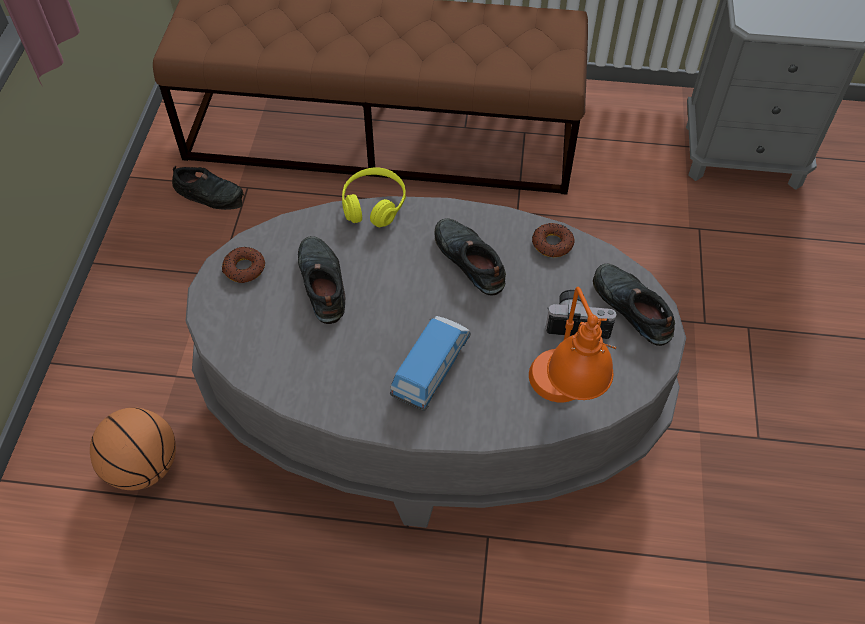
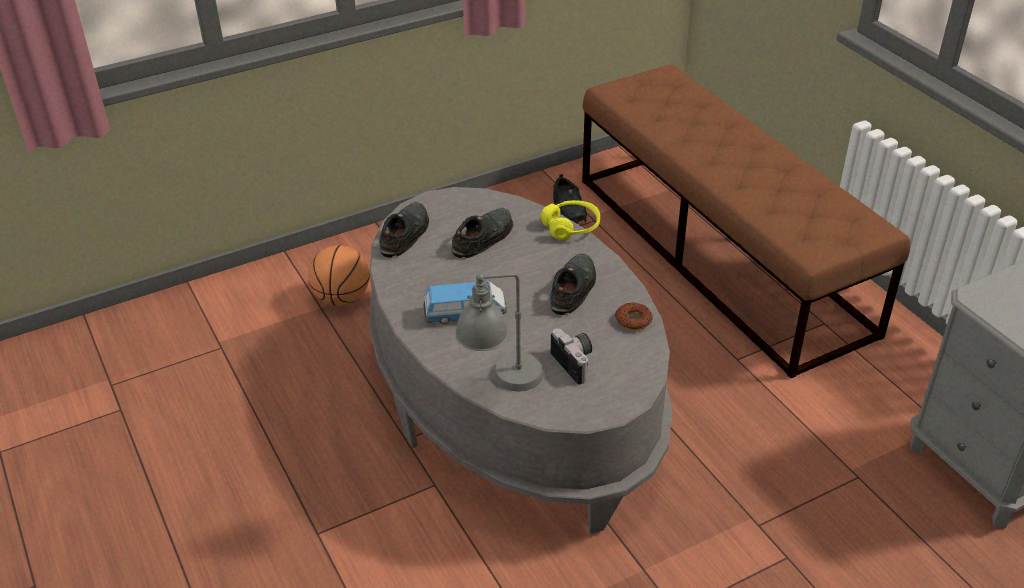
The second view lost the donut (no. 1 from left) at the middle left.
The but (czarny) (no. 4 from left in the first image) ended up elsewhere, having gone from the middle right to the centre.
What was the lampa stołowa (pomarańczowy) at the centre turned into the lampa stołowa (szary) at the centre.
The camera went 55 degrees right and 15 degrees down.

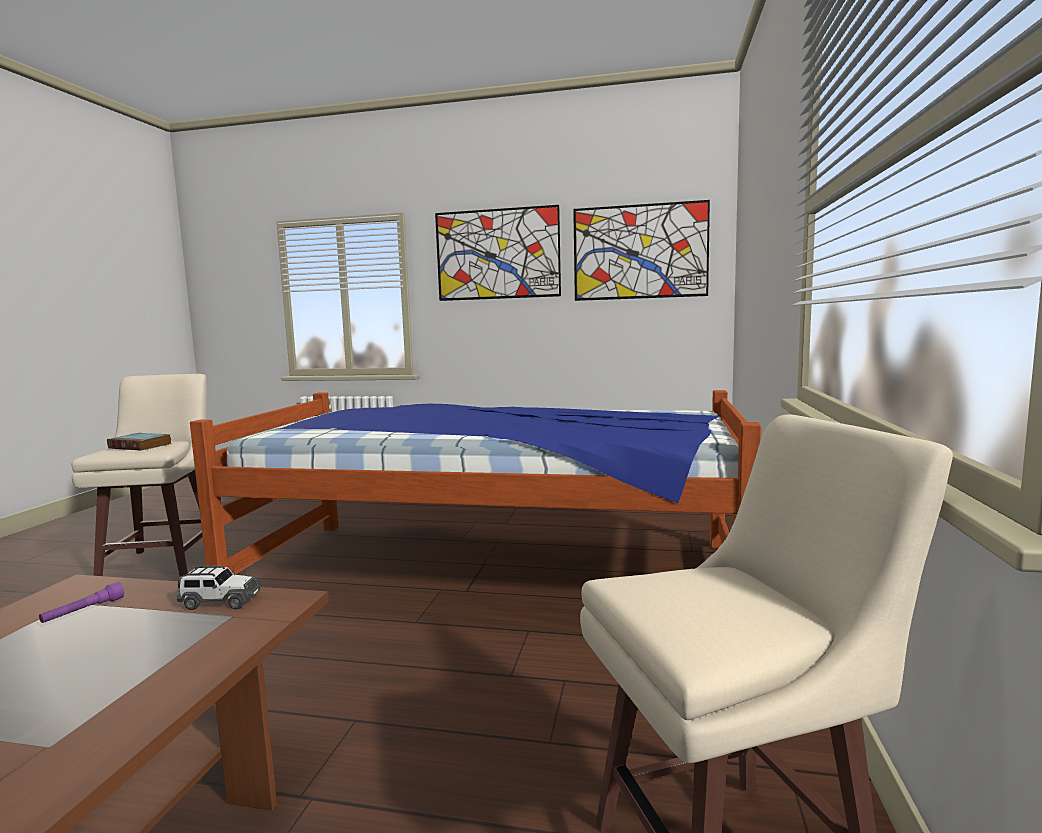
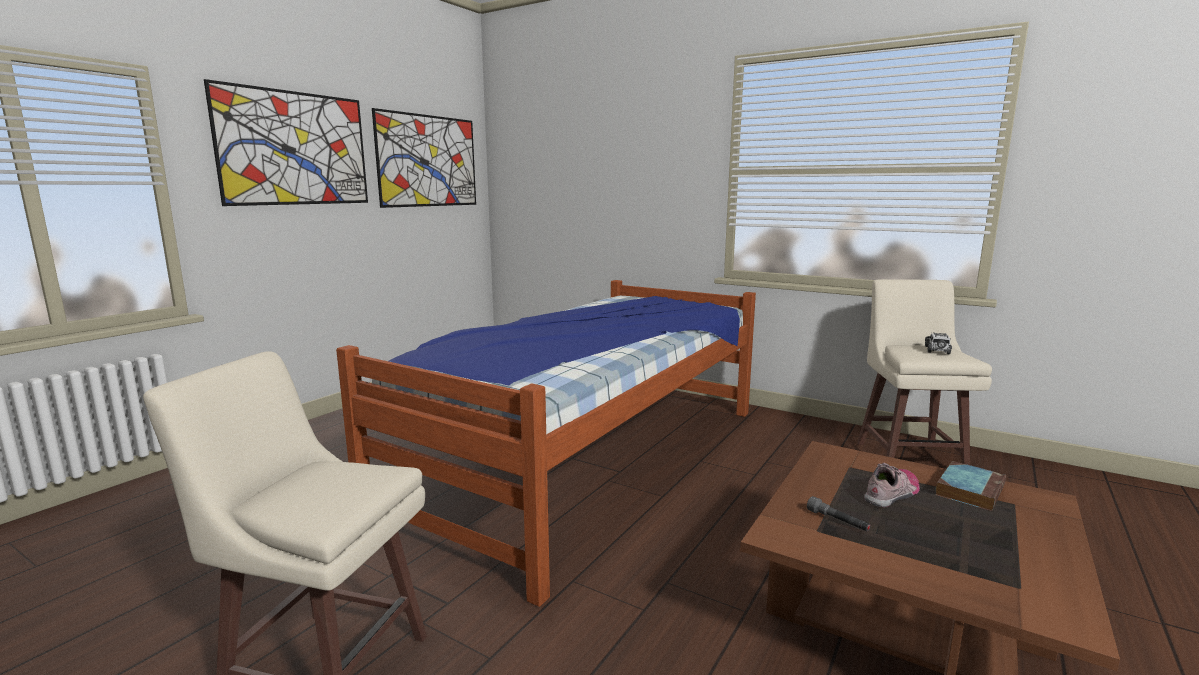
The second view gained the but at the bottom right.
The książka ended up elsewhere, having gone from the middle left to the bottom right.
The samochodzik ended up elsewhere, having gone from the bottom left to the middle right.
What was the latarka (fioletowy) at the bottom left turned into the latarka (szary) at the bottom right.
The camera went 70 degrees left and 5 degrees up.

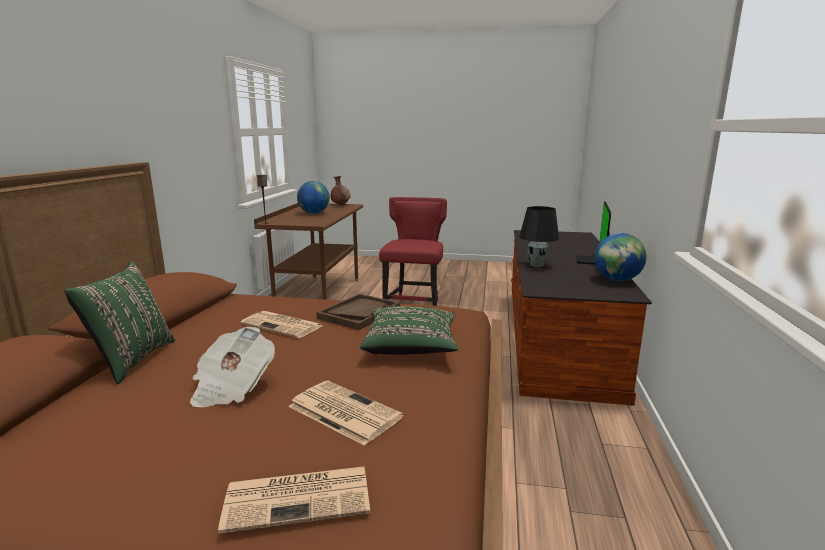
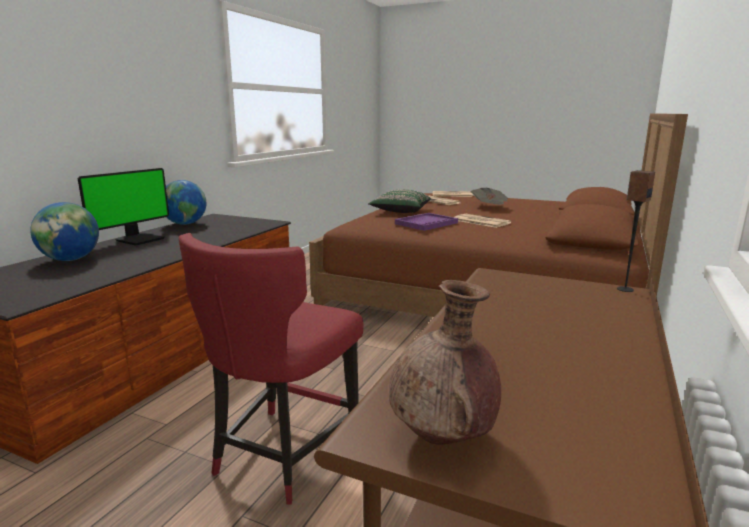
The second view lost the poduszka (zielony) (no. 1 from left) at the middle left.
The second view lost the lampa stołowa (czarny) at the centre.
The globus (no. 1 from left) ended up elsewhere, having gone from the centre to the middle left.
What was the taca (brązowy) at the centre turned into the taca (fioletowy) at the centre.
The camera went 165 degrees left and 0 degrees up.

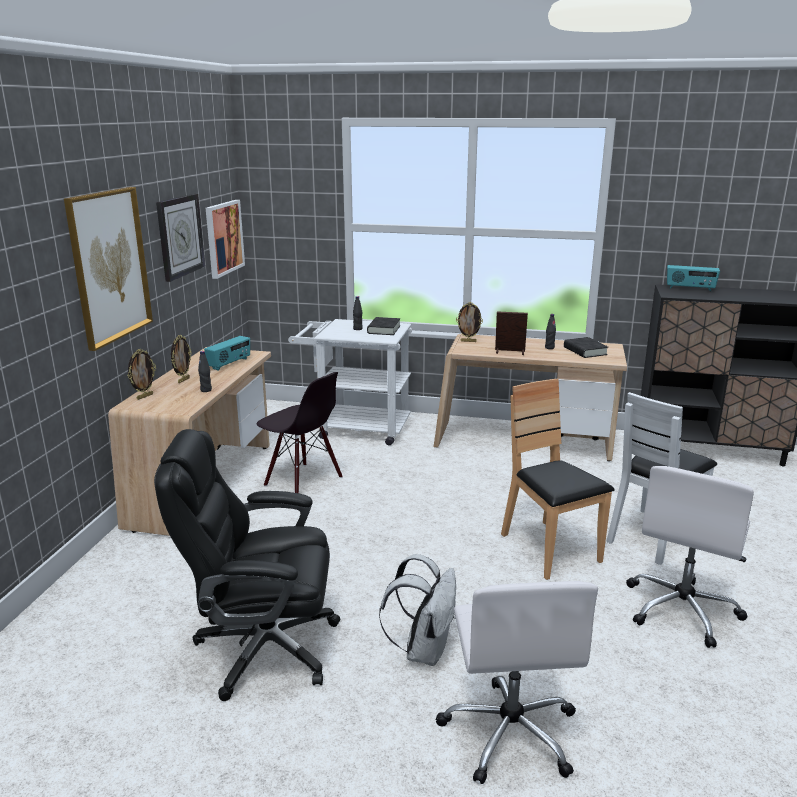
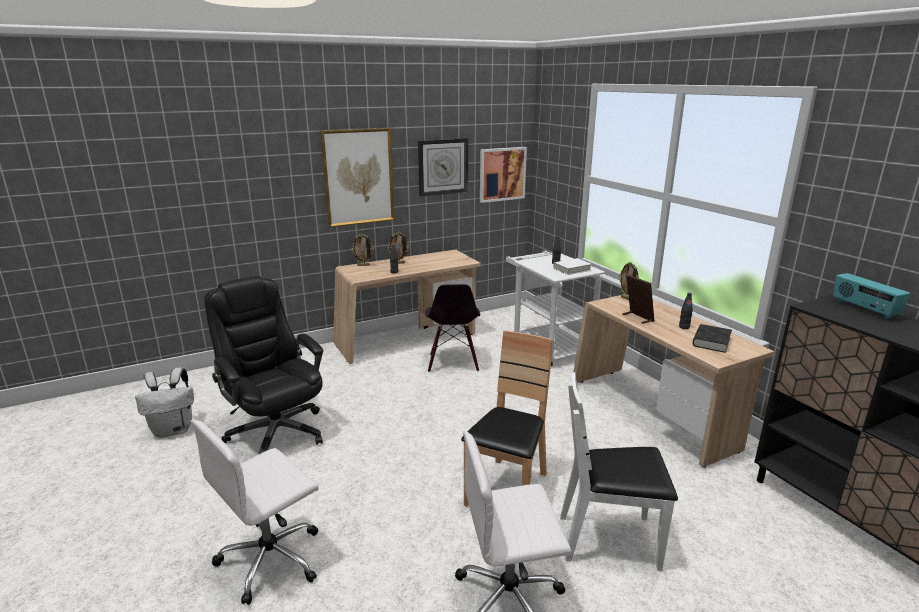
The second view lost the radio (no. 1 from left) at the middle left.
The plecak (biały) ended up elsewhere, having gone from the bottom centre to the middle left.
What was the książka (czarny) (no. 1 from left) at the centre turned into the książka (biały) at the centre.
The camera went 50 degrees right and 0 degrees up.

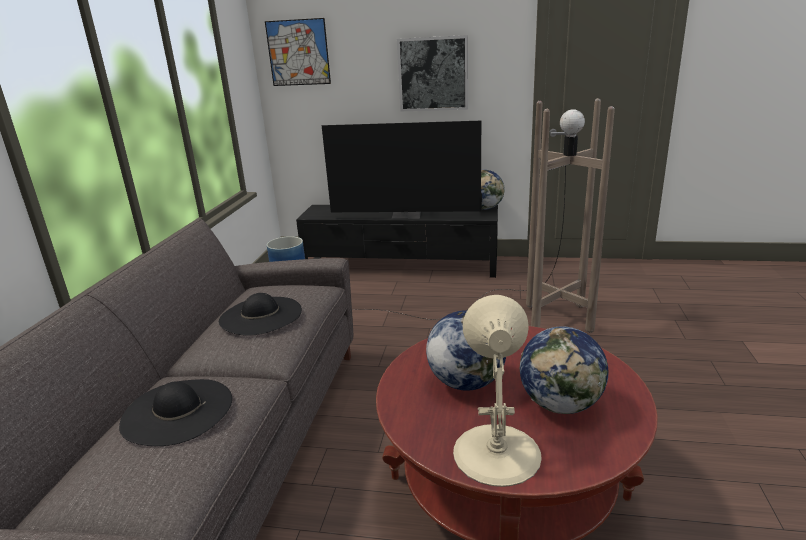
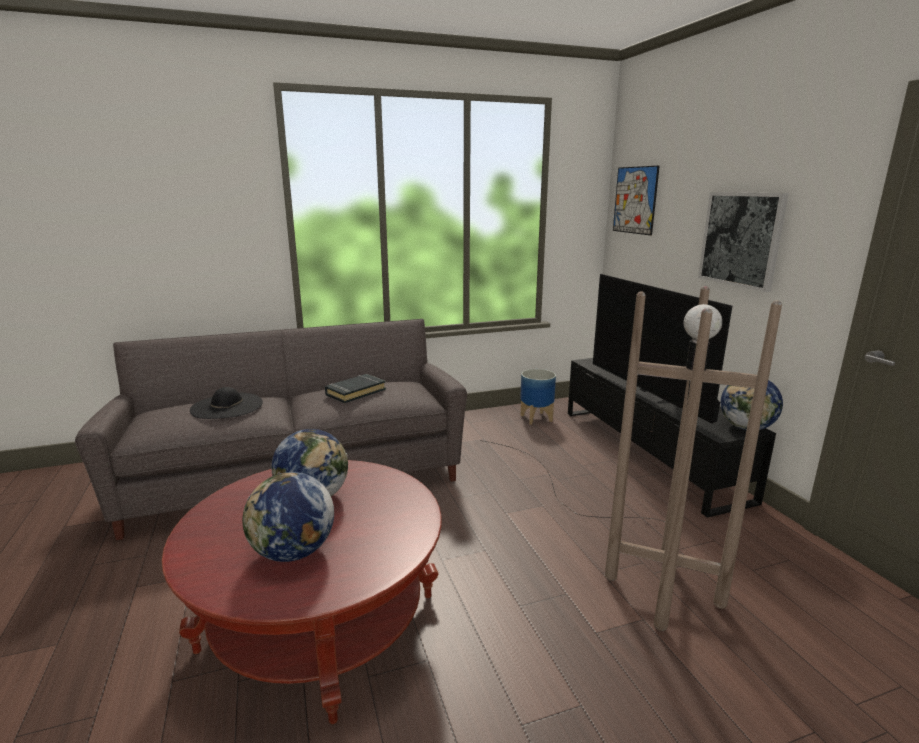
The second view lost the lampa stołowa (beżowy) at the bottom centre.
Where the kapelusz (czarny) (no. 2 from left) stood at the middle left, the książka (czarny) came to stand at the centre.
The camera went 60 degrees right and 5 degrees down.

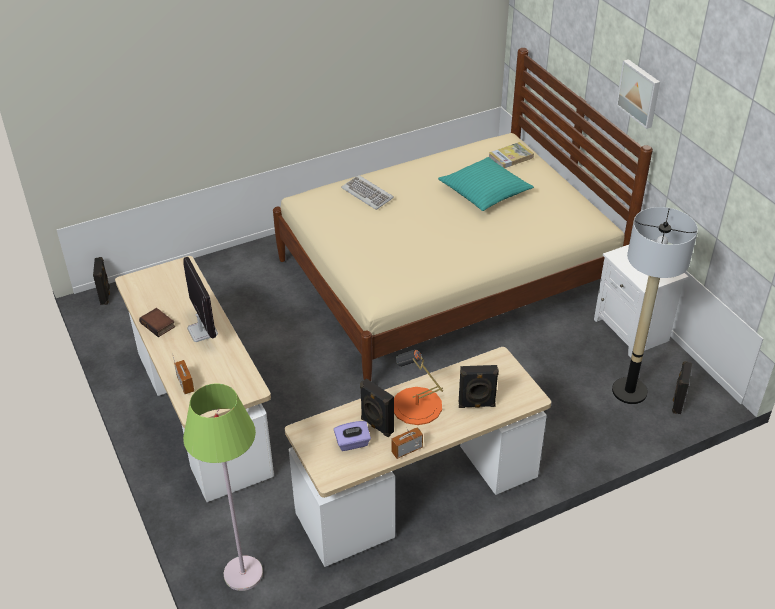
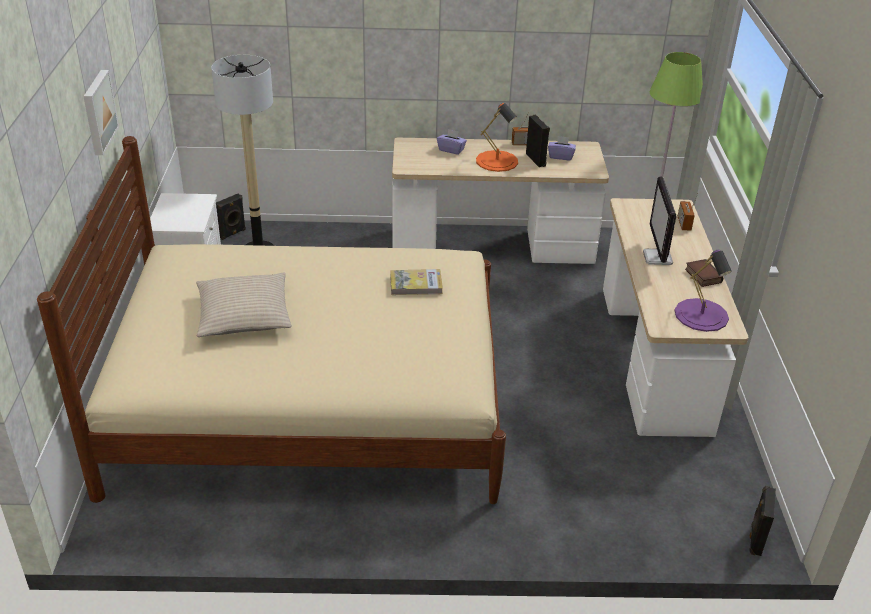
The second view lost the klawiatura at the top centre.
The second view gained the lampa stołowa (fioletowy) at the middle right.
The książka (no. 2 from left in the first image) ended up elsewhere, having gone from the top centre to the centre.
Where the głośnik (czarny) (no. 3 from left) stood at the centre, the pudełko chusteczek (fioletowy) (no. 1 from left) came to stand at the top centre.
What was the poduszka (turkusowy) at the top centre turned into the poduszka (beżowy) at the middle left.
The camera went 155 degrees left and 5 degrees down.

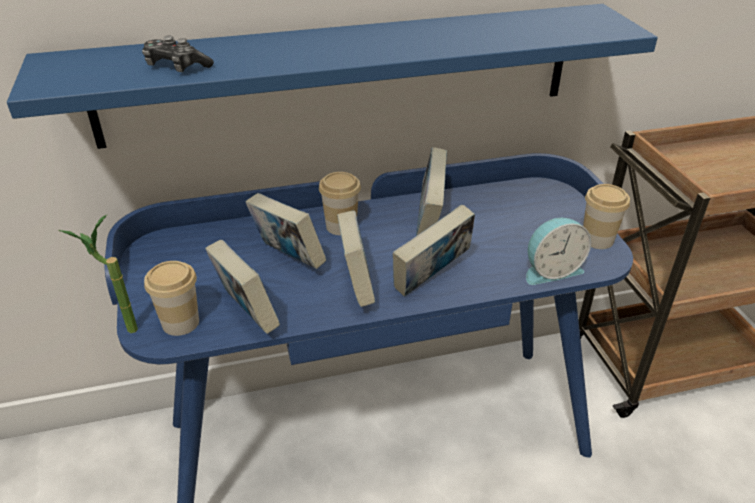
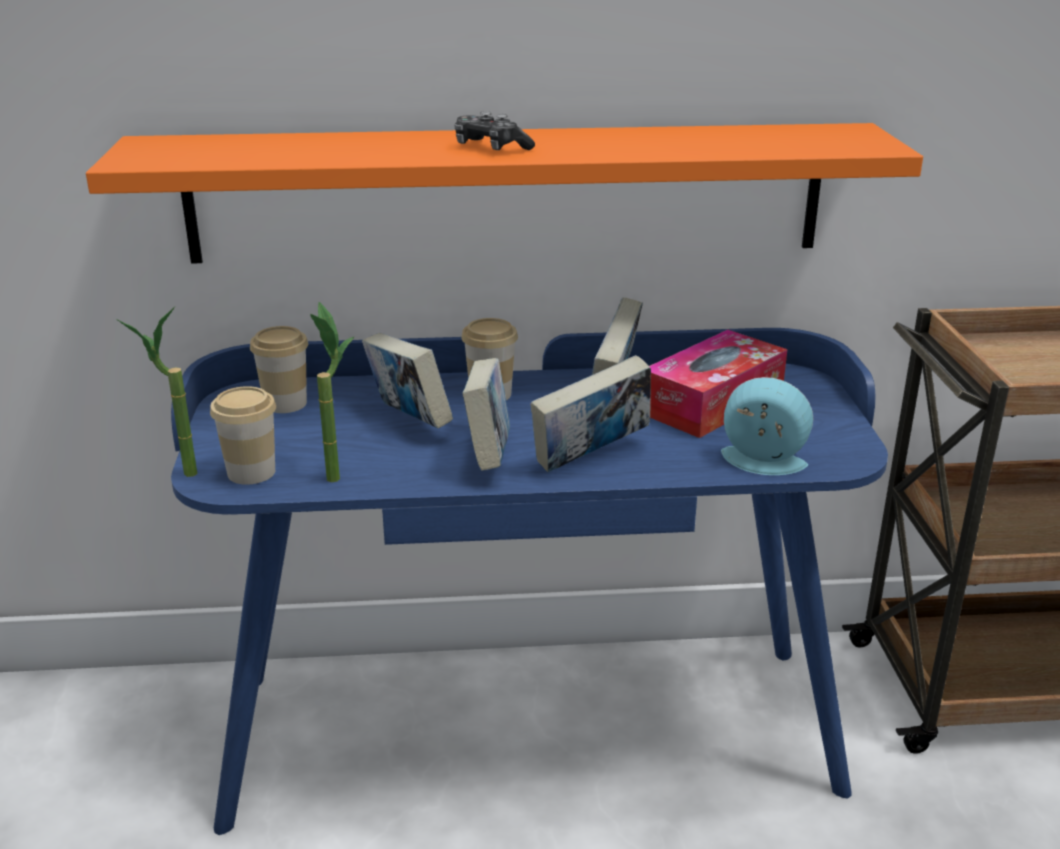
The second view gained the pudełko chusteczek at the middle right.
The pad do gier ended up elsewhere, having gone from the top left to the top centre.
The filiżanka (no. 3 from left in the first image) ended up elsewhere, having gone from the middle right to the middle left.
Where the książka (no. 1 from left) stood at the middle left, the roślina doniczkowa (no. 2 from left) came to stand at the middle left.
What was the półka (niebieski) at the top centre turned into the półka (pomarańczowy) at the top centre.
The budzik at the middle right ended up facing another way, 150 degrees counterclockwise from before.
The camera went 10 degrees right and 10 degrees down.

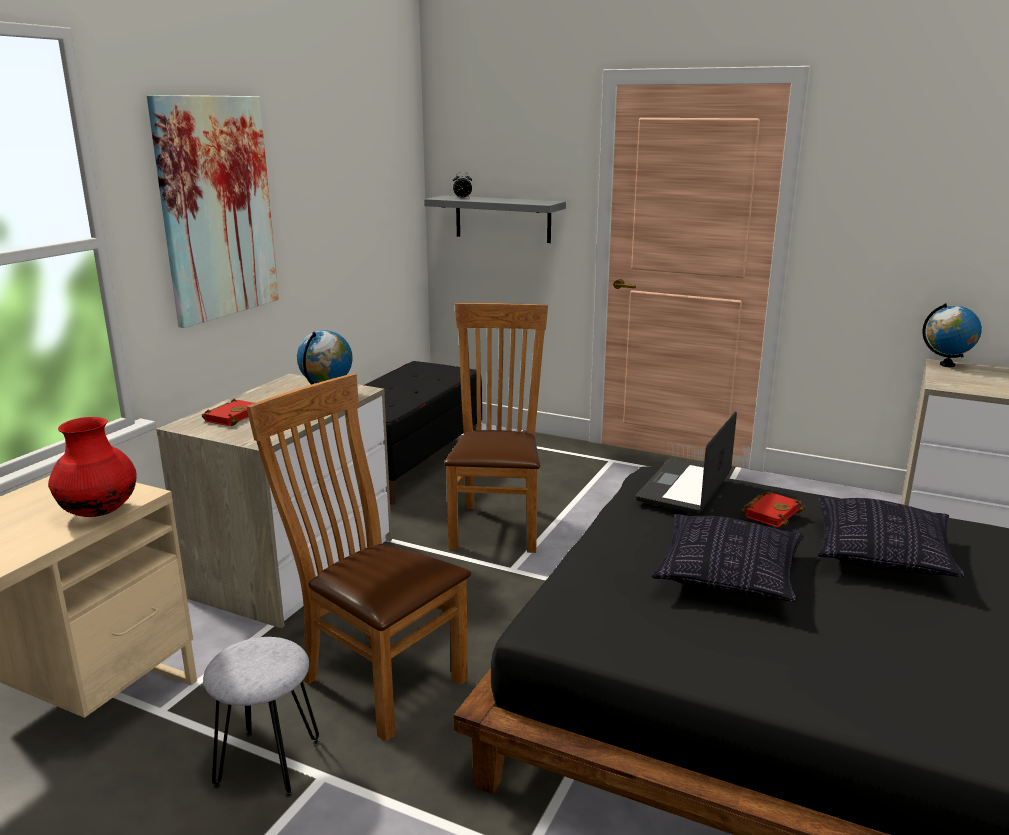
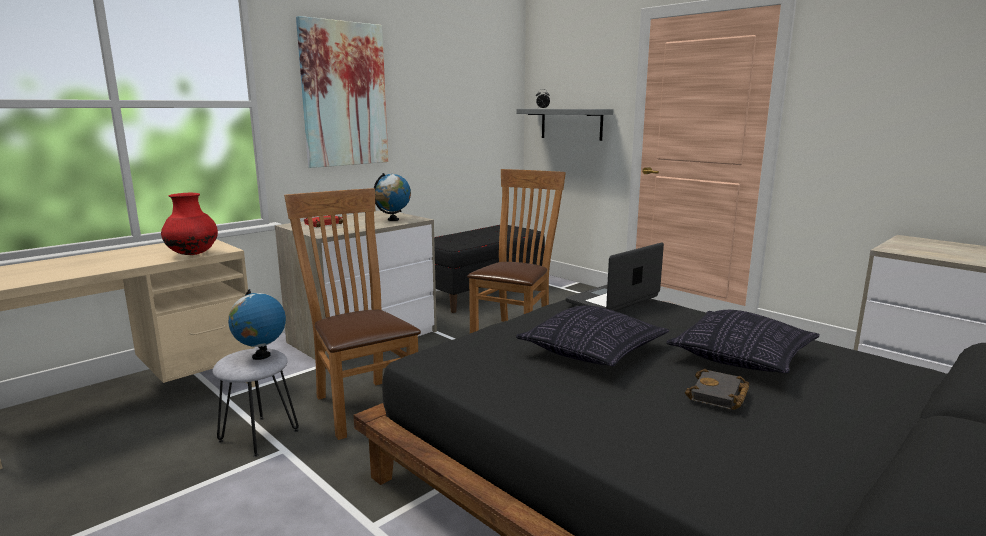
The second view lost the książka (czerwony) (no. 2 from left) at the middle right.
The second view gained the książka (czarny) at the bottom right.
The globus (no. 2 from left in the first image) ended up elsewhere, having gone from the middle right to the middle left.
The camera went 20 degrees right and 5 degrees down.

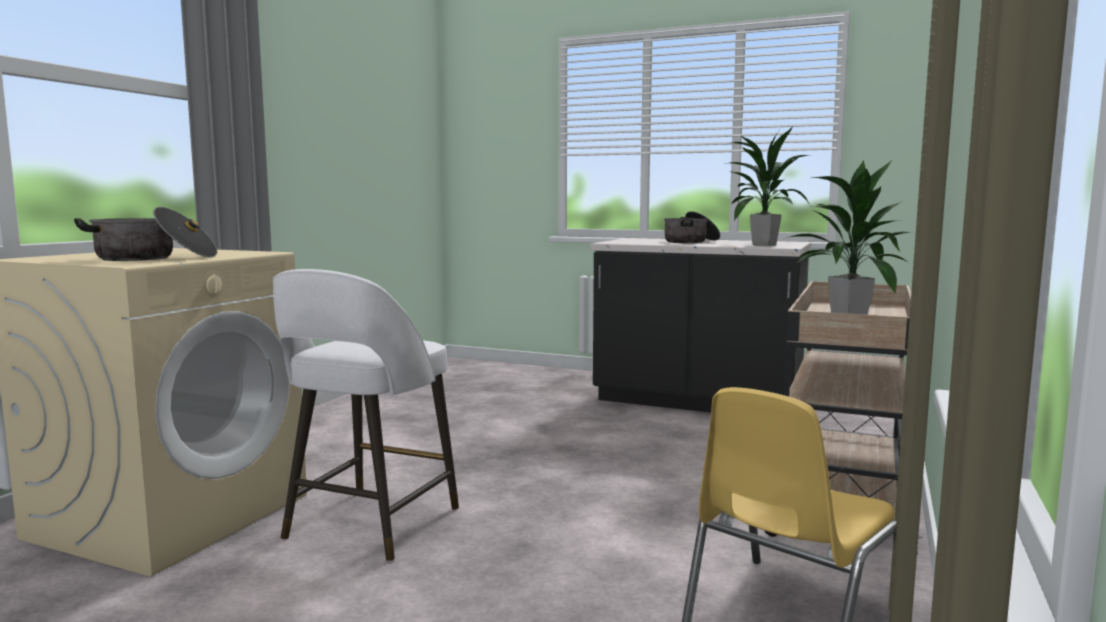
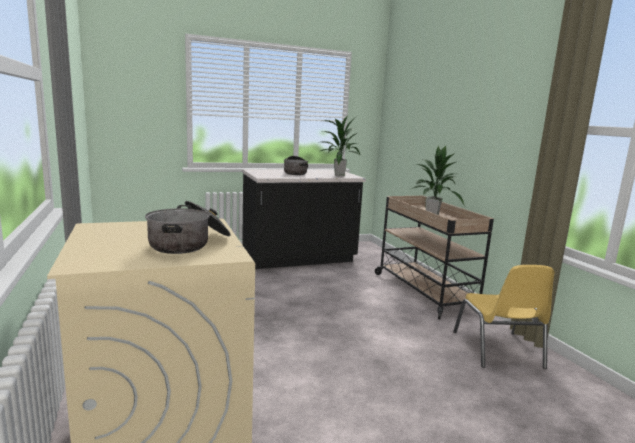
The second view lost the stołek (biały) at the bottom left.
The camera went 45 degrees left and 5 degrees up.

